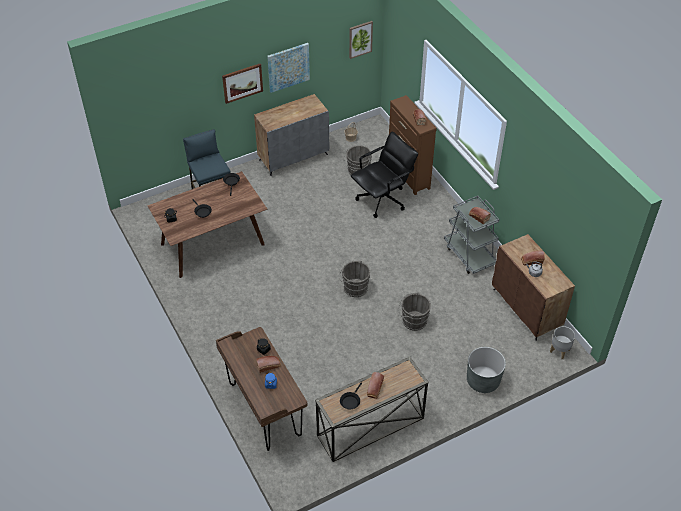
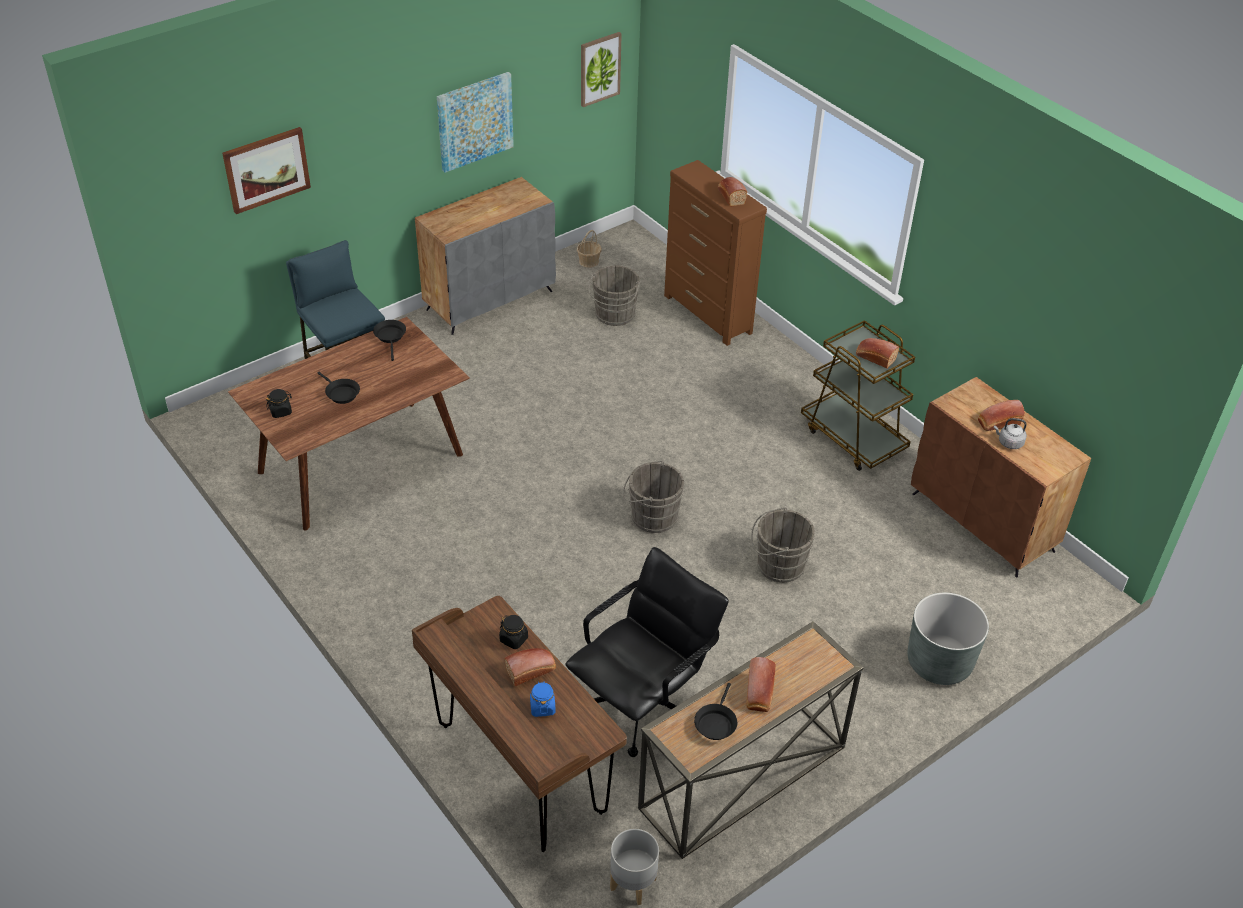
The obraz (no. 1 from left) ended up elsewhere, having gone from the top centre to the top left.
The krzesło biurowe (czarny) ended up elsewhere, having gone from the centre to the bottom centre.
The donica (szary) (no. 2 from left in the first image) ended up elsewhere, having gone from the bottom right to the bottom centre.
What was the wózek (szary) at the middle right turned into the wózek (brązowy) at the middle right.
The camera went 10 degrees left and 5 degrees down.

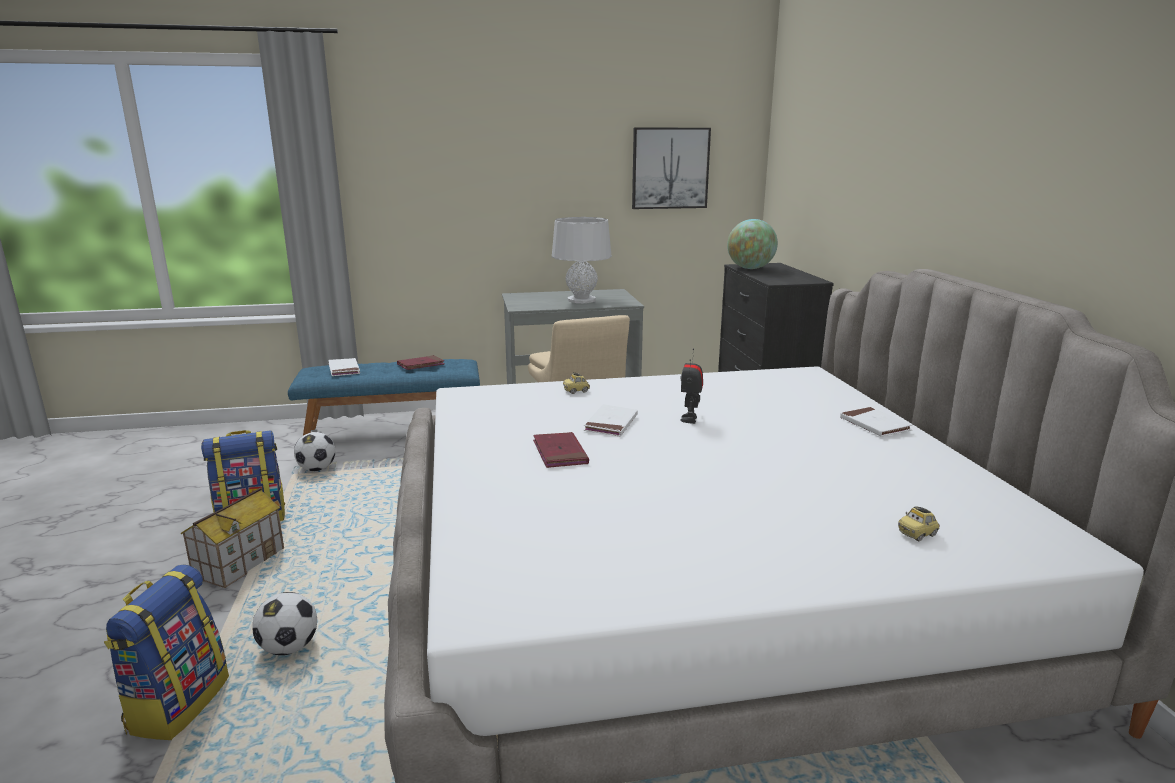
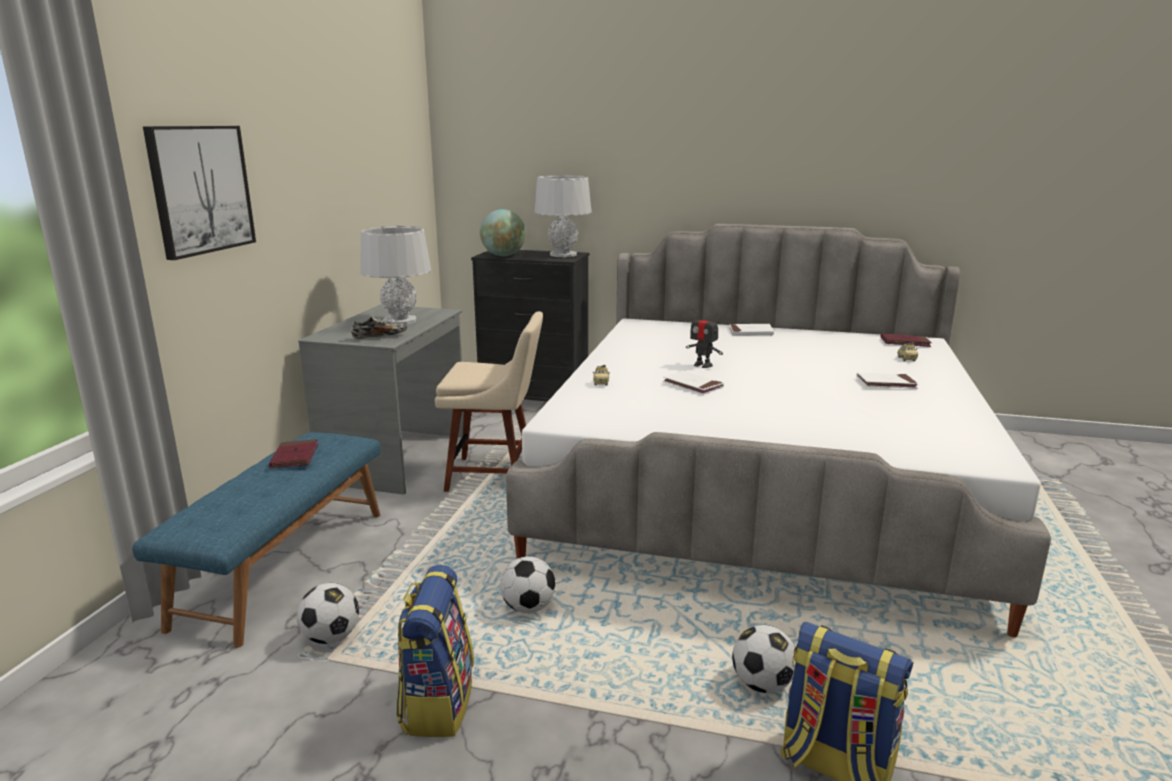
The second view lost the domek at the bottom left.
The second view gained the but at the middle left.
The second view gained the piłka futbolowa (no. 2 from left) at the bottom centre.
The second view gained the lampa stołowa (szary) (no. 2 from left) at the top centre.
The książka (biały) (no. 1 from left in the first image) ended up elsewhere, having gone from the middle left to the middle right.
The książka (czerwony) (no. 2 from left) ended up elsewhere, having gone from the centre to the middle right.
The obraz ended up elsewhere, having gone from the top centre to the top left.
The camera went 65 degrees left and 0 degrees up.

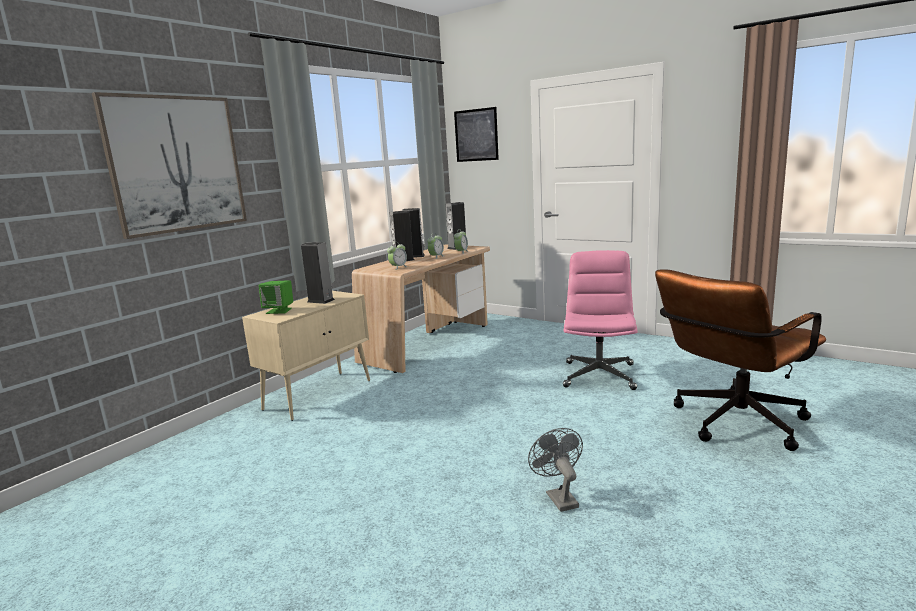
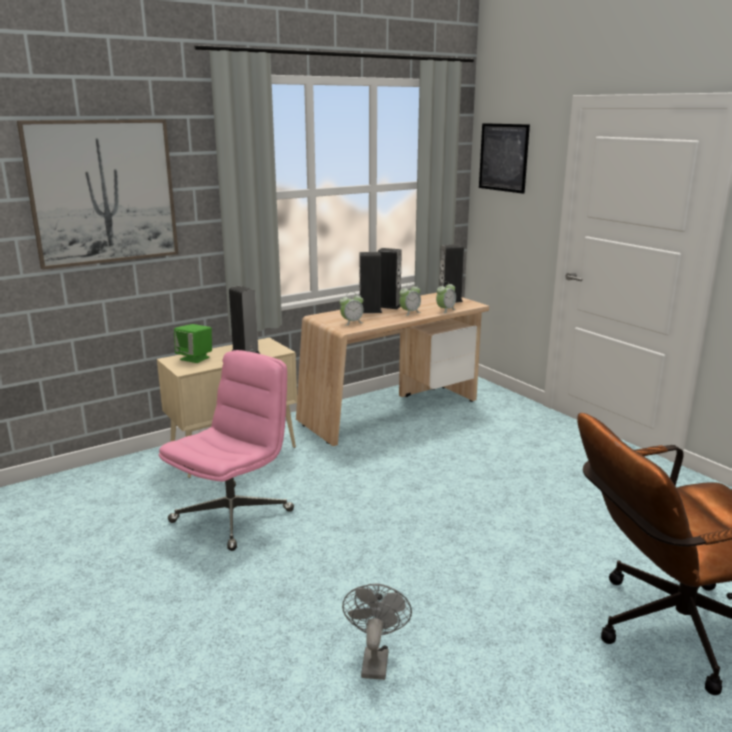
The krzesło biurowe (różowy) ended up elsewhere, having gone from the centre to the middle left.
The camera went 20 degrees right and 5 degrees up.

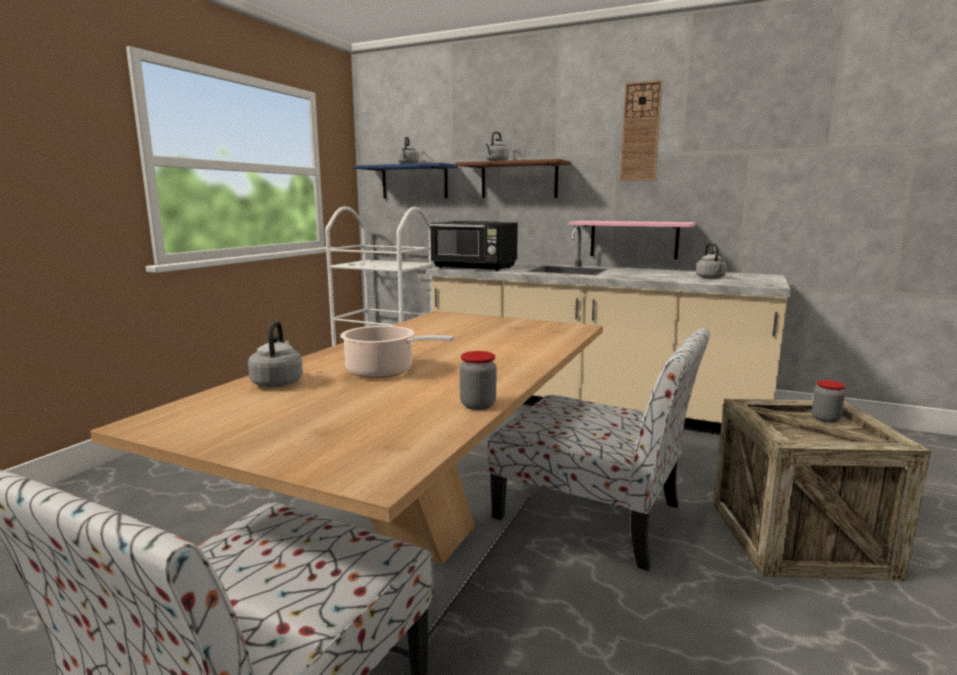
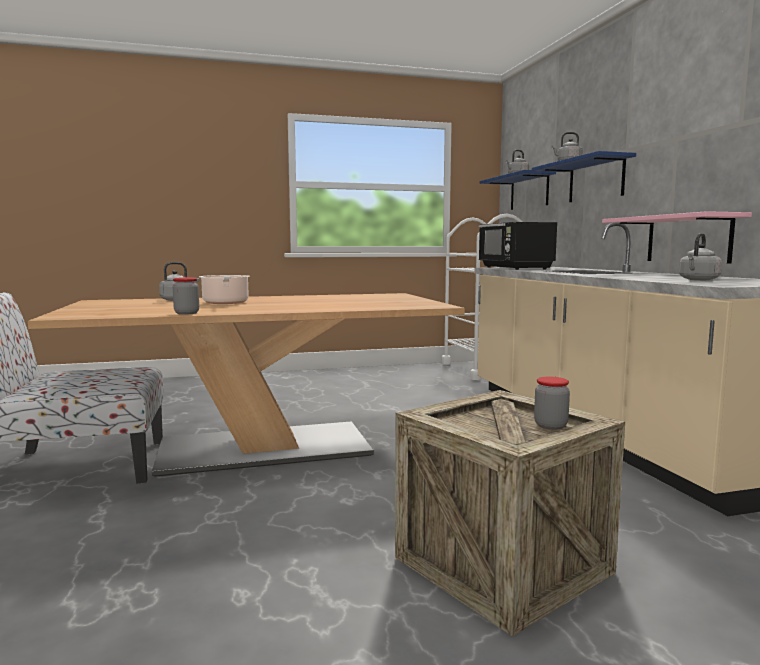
The second view lost the krzesło (no. 2 from left) at the centre.
The second view lost the zegar ścienny at the top right.
What was the półka (brązowy) at the top centre turned into the półka (niebieski) (no. 2 from left) at the top right.
The camera went 50 degrees right and 5 degrees down.

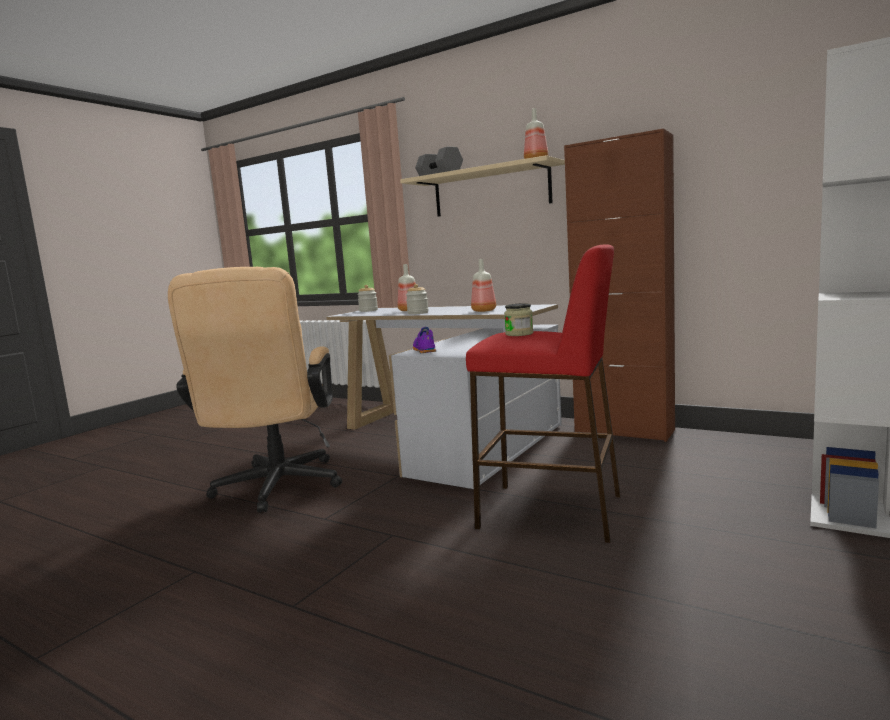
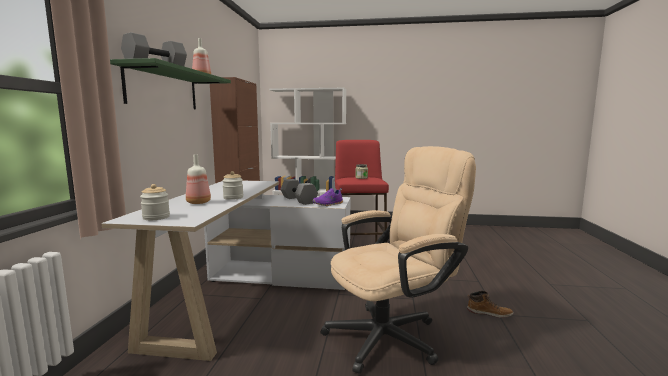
The second view lost the butelka (no. 2 from left) at the centre.
The second view gained the hantel (szary) (no. 2 from left) at the centre.
The second view gained the but z cholewką at the bottom right.
What was the półka (beżowy) at the top centre turned into the półka (zielony) at the top left.
The camera went 115 degrees left and 0 degrees up.

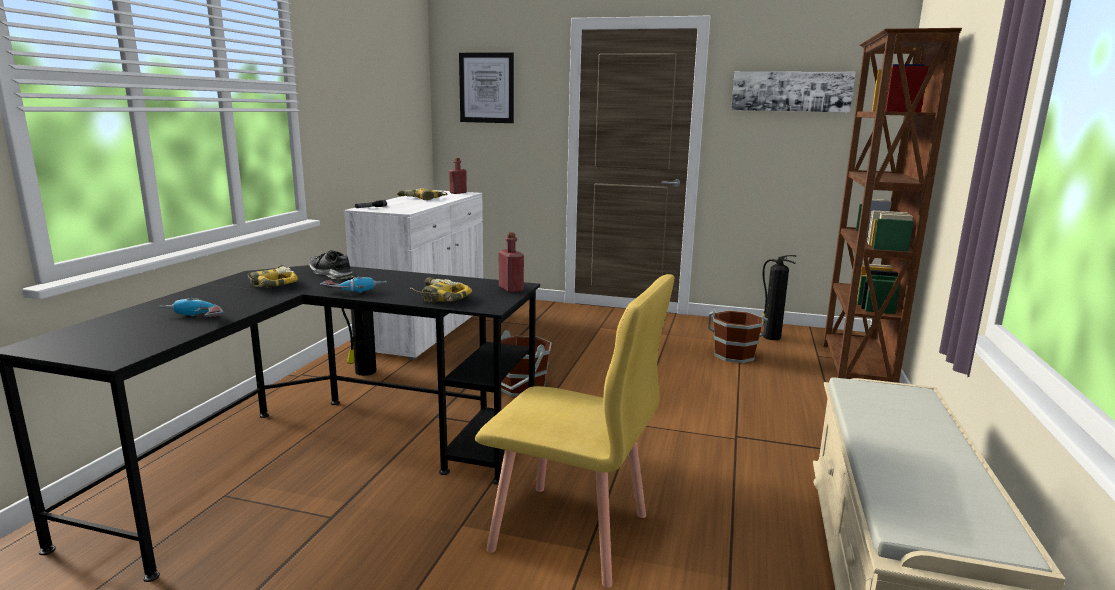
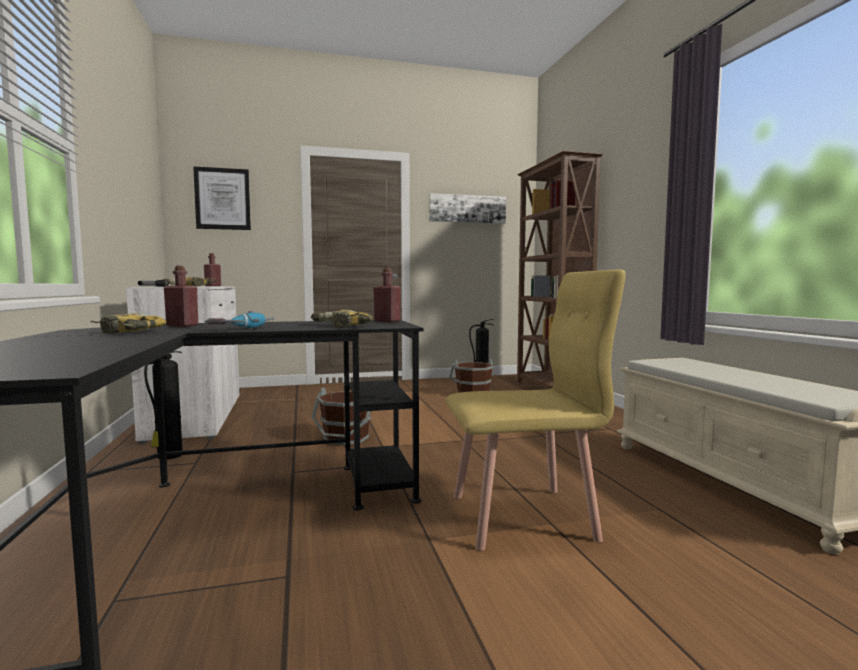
The second view lost the wiertarka (no. 1 from left) at the middle left.
Where the but stood at the middle left, the butelka (czerwony) (no. 1 from left) came to stand at the middle left.
The camera went 30 degrees left and 10 degrees down.

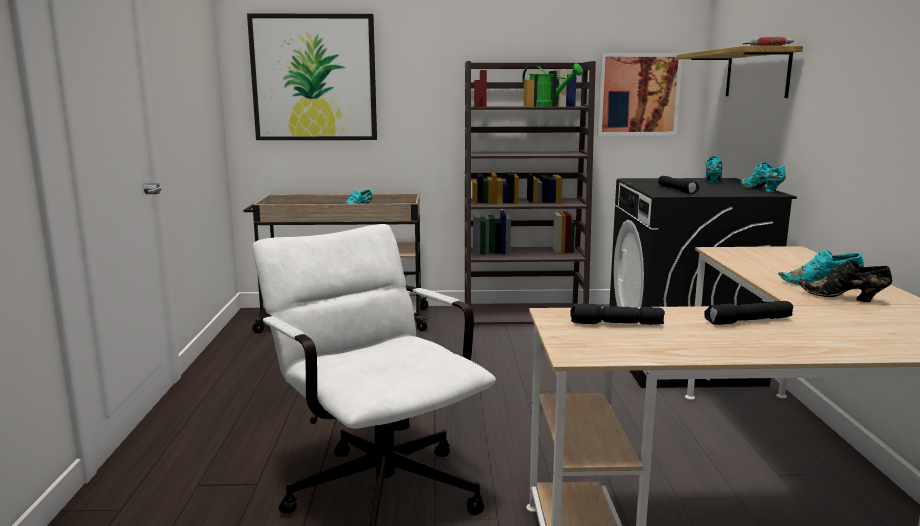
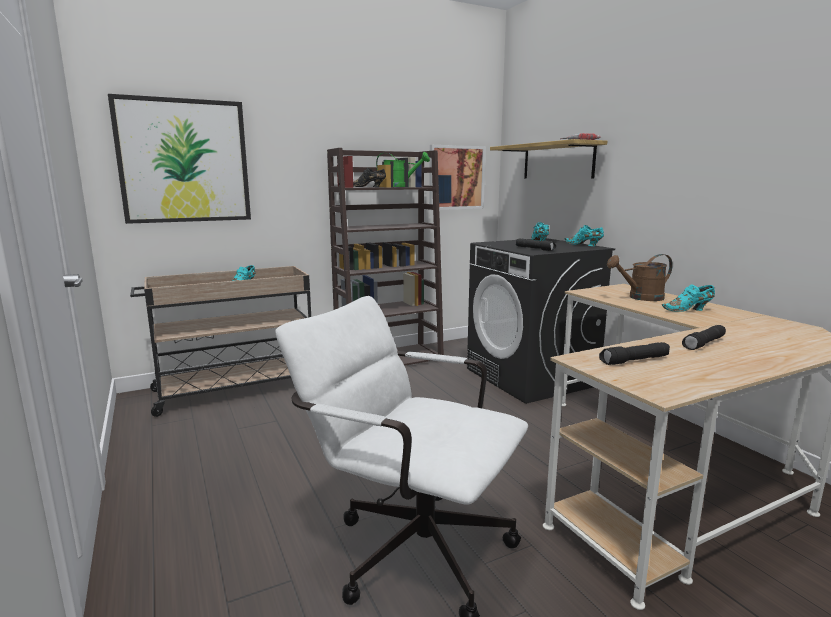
The second view gained the konewka (brązowy) at the middle right.
The but (czarny) ended up elsewhere, having gone from the middle right to the top centre.
The camera went 25 degrees left and 0 degrees up.

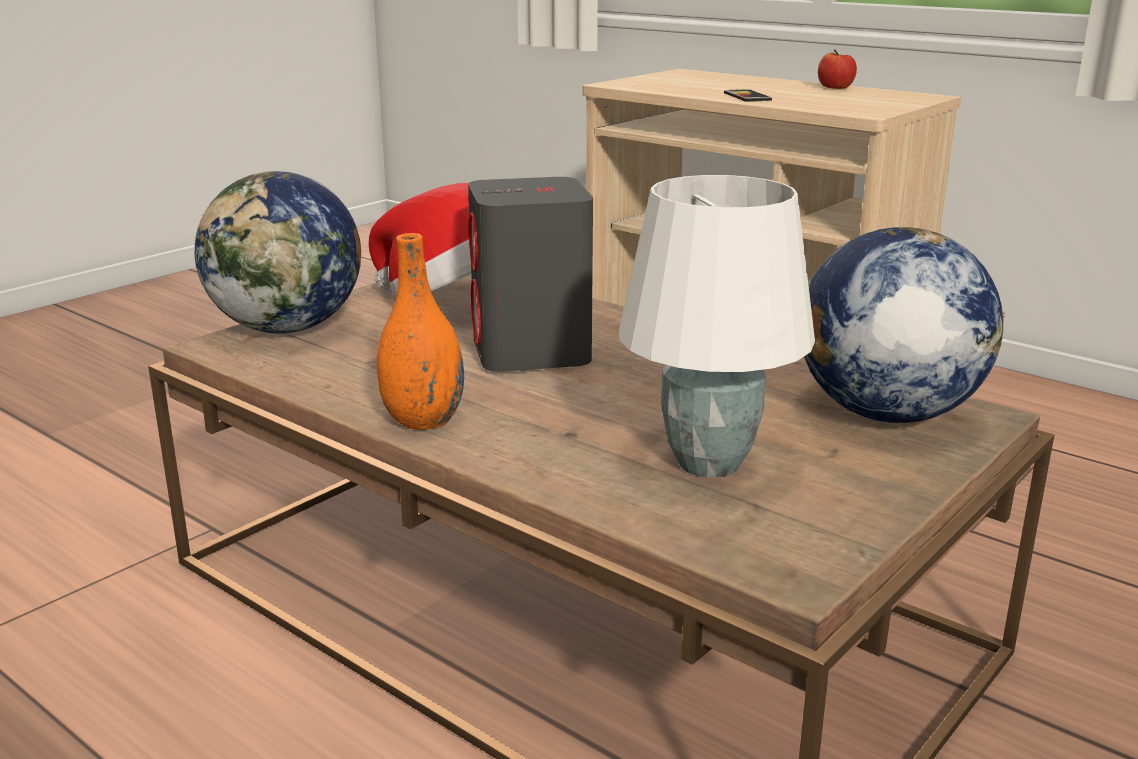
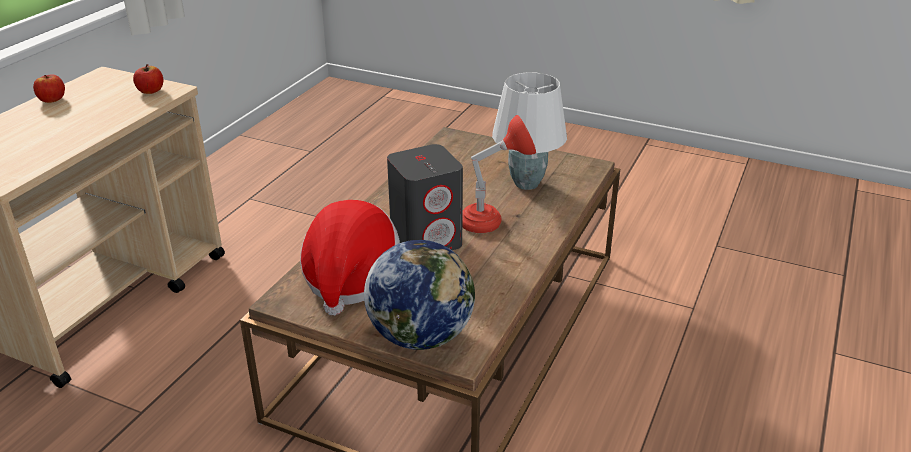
The second view lost the wazon (pomarańczowy) at the centre.
The second view lost the telefon at the top centre.
The second view lost the globus (no. 2 from left) at the middle right.
The second view gained the jabłko (no. 2 from left) at the top left.
The second view gained the lampa stołowa (czerwony) at the centre.
The camera went 105 degrees left and 10 degrees up.

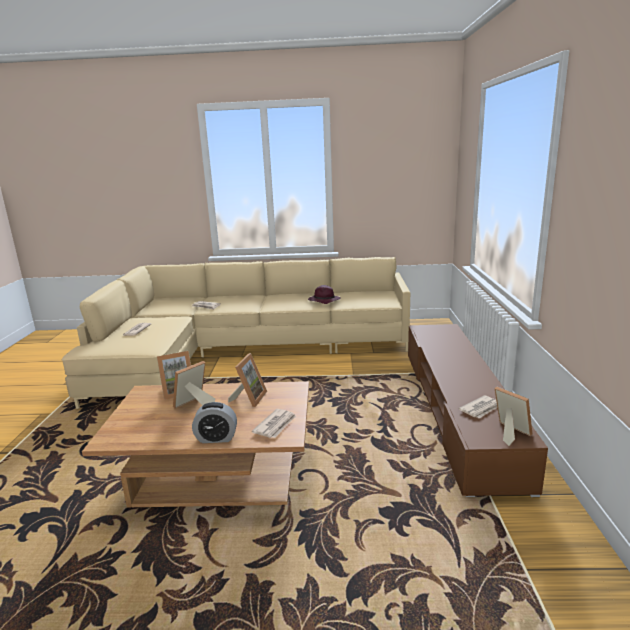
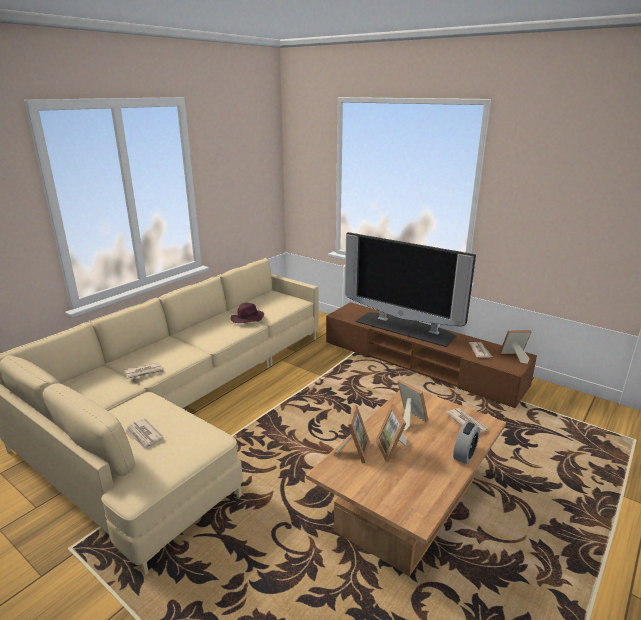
The second view gained the telewizor at the centre.
The camera went 55 degrees left and 5 degrees up.

